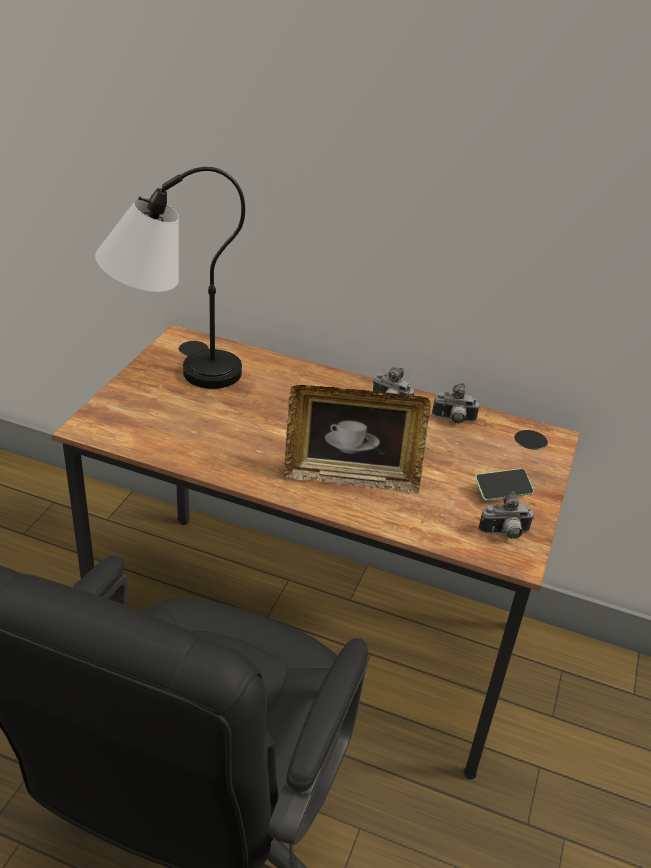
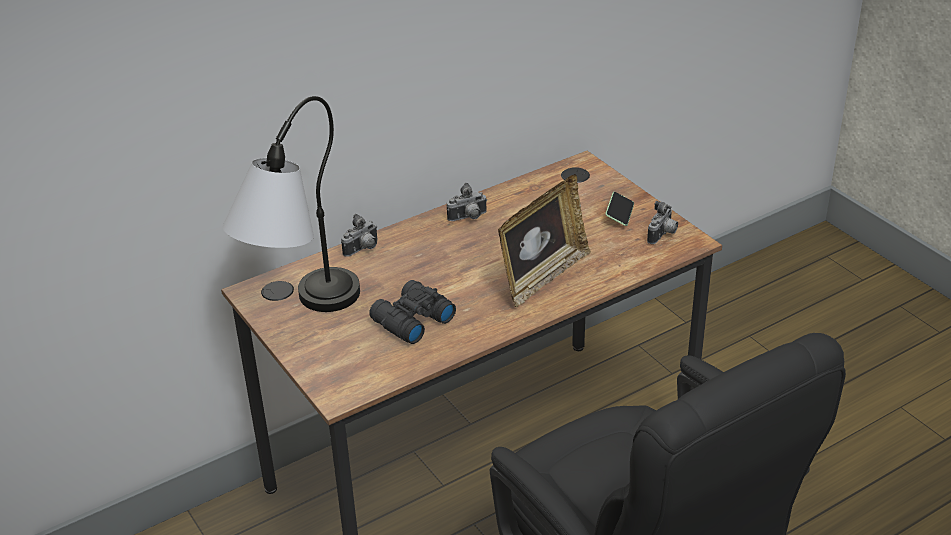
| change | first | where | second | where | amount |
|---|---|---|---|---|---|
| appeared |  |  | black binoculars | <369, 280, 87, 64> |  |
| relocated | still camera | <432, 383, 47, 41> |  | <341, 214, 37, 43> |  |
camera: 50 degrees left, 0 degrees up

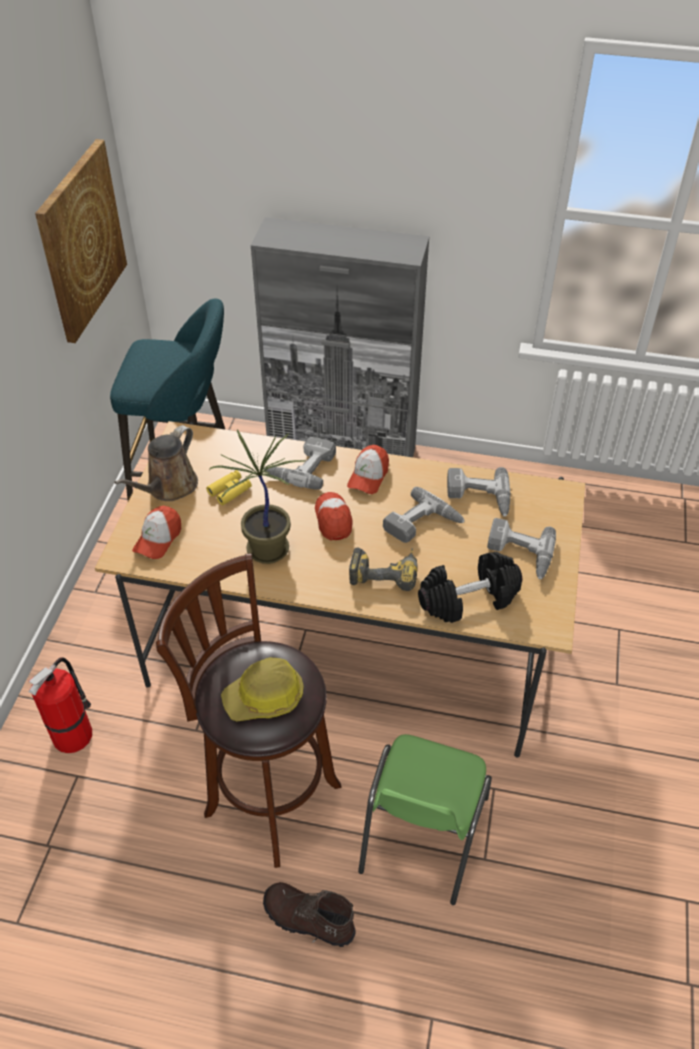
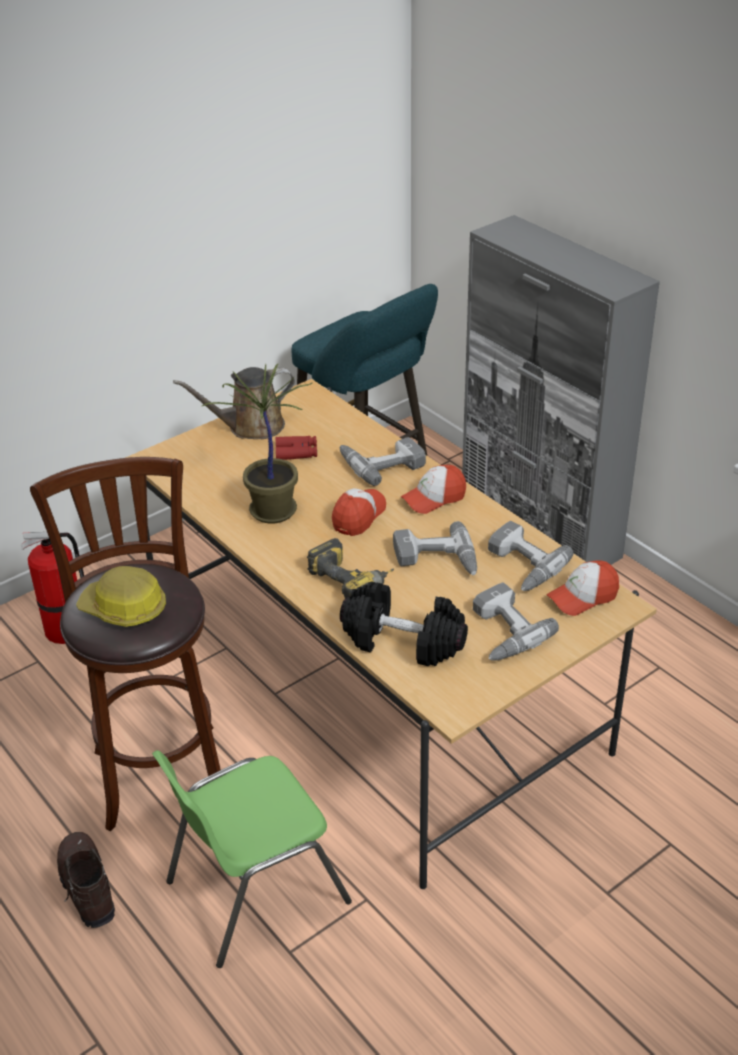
| change | first | where | second | where | amount |
|---|---|---|---|---|---|
| missing | wall picture | <35, 139, 92, 204> |  |  |  |
| relocated | peaked cap | <132, 506, 49, 53> |  | <546, 560, 73, 56> |  |
| colour | yellowish binoculars | <206, 470, 46, 35> | red-coloured binoculars | <276, 436, 41, 24> |  |
camera: 40 degrees right, 10 degrees down

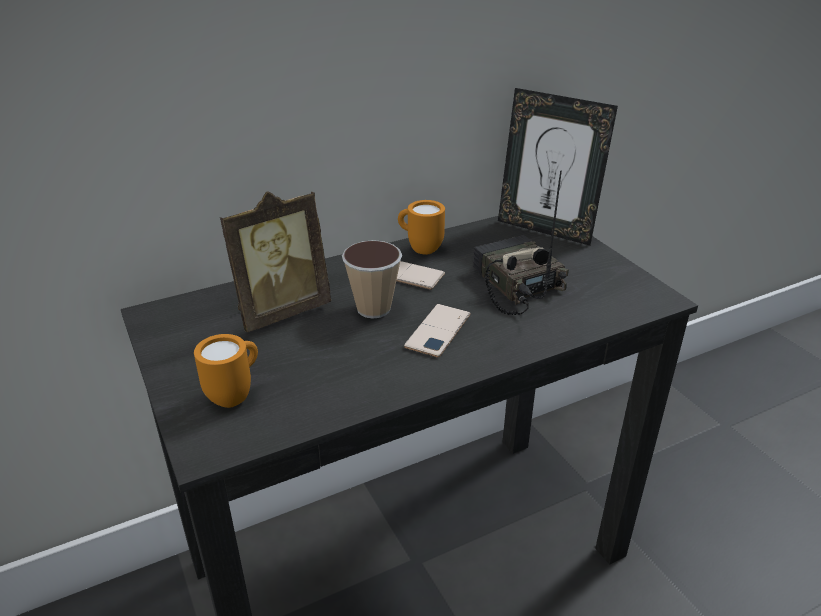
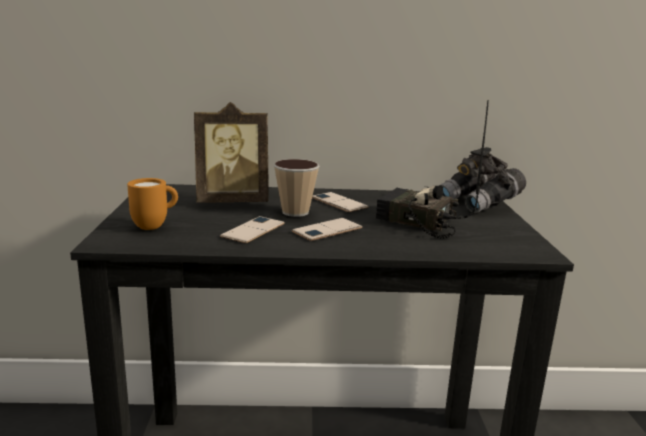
| change | first | where | second | where | amount |
|---|---|---|---|---|---|
| missing | orange-coloured mug | <398, 200, 47, 55> |  |  |  |
| appeared |  |  | handset | <220, 216, 65, 28> |  |
| exchanged | picture frame | <498, 88, 120, 157> | grey binoculars | <439, 147, 87, 66> |  |
| spun | radio set | <473, 170, 96, 145> |  | <376, 100, 113, 139> | 60 degrees counterclockwise |
camera: 25 degrees right, 15 degrees down

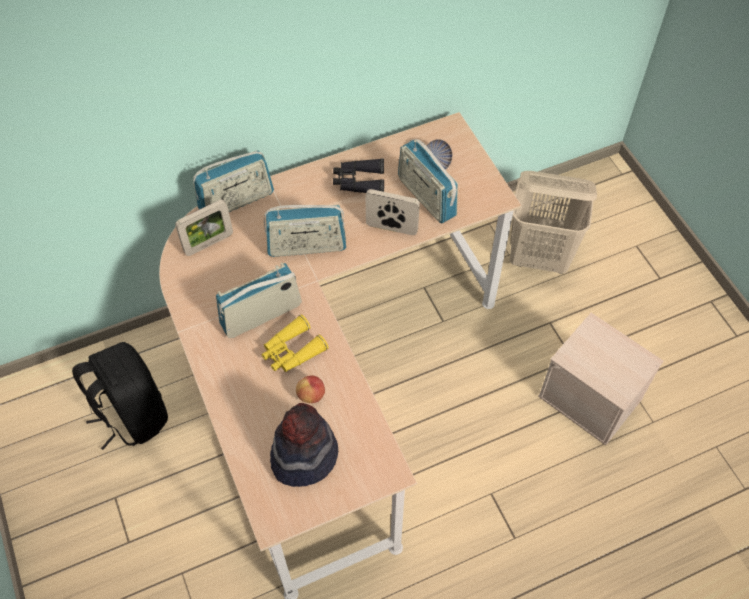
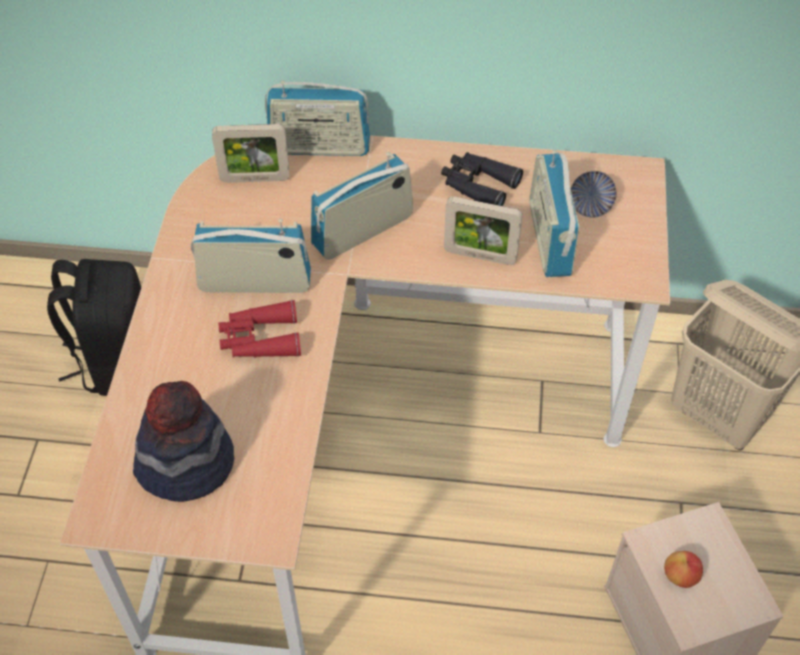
| change | first | where | second | where | amount |
|---|---|---|---|---|---|
| relocated | apple | <296, 375, 29, 28> |  | <664, 551, 39, 37> |  |
| colour | yellowish binoculars | <261, 315, 68, 57> | red-coloured binoculars | <218, 300, 83, 58> |  |
| spun | radio set | <264, 205, 82, 52> |  | <311, 152, 102, 108> | 120 degrees clockwise |
| spun | picture frame | <365, 189, 55, 46> |  | <444, 197, 79, 68> | 150 degrees clockwise |
camera: 30 degrees right, 5 degrees down

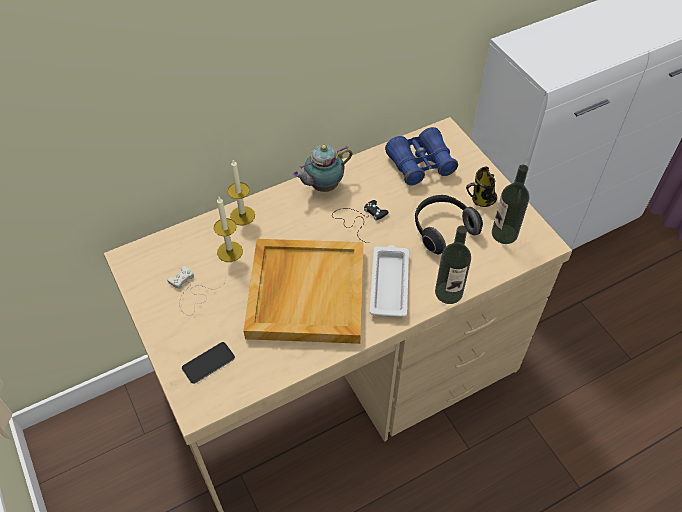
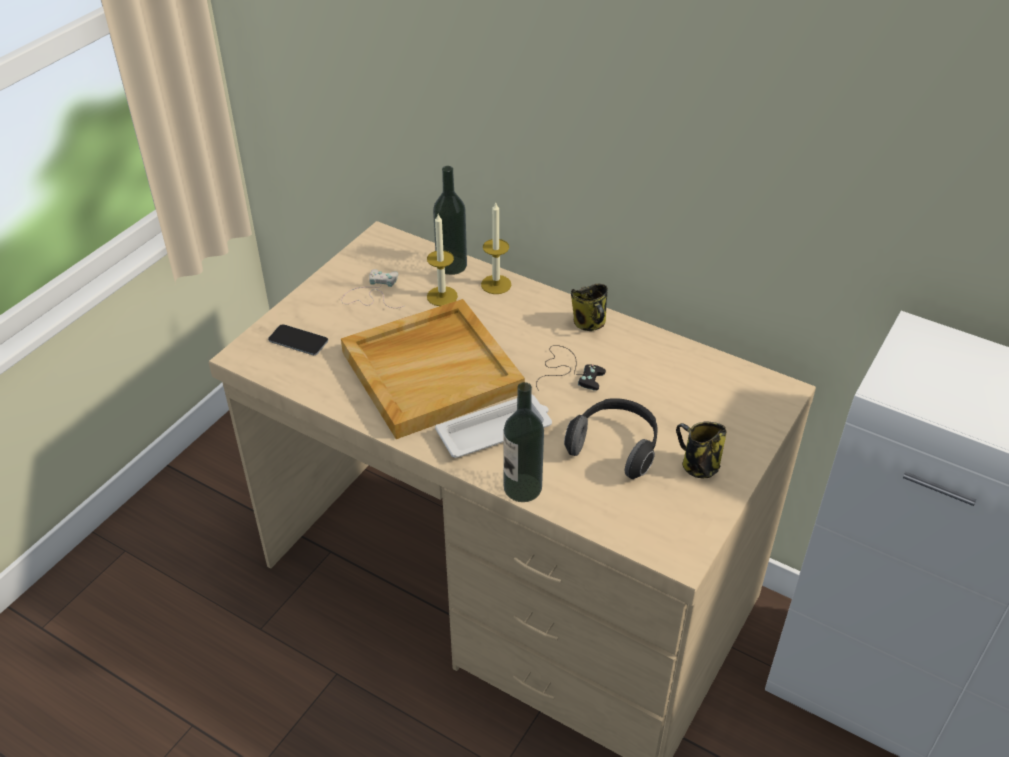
| change | first | where | second | where | amount |
|---|---|---|---|---|---|
| missing | bluish binoculars | <385, 127, 73, 59> |  |  |  |
| relocated | bottle | <492, 165, 37, 79> |  | <433, 166, 34, 109> |  |
| exchanged | teapot | <293, 145, 59, 47> | mug | <571, 283, 37, 48> |  |
camera: 60 degrees right, 10 degrees down

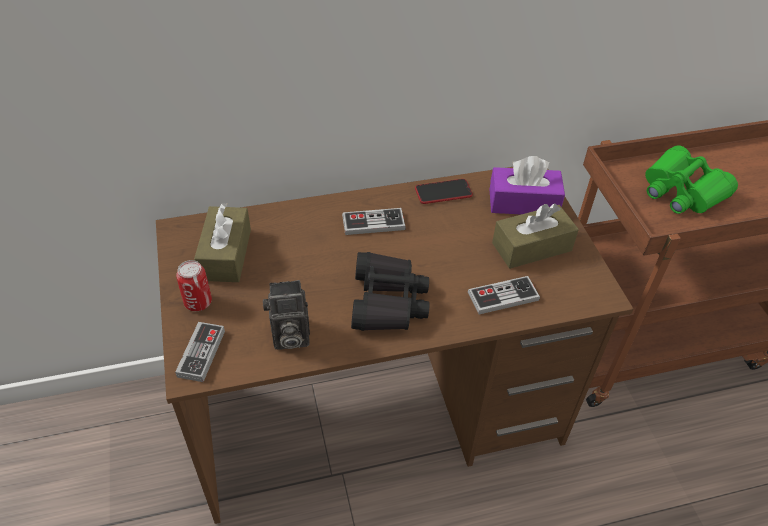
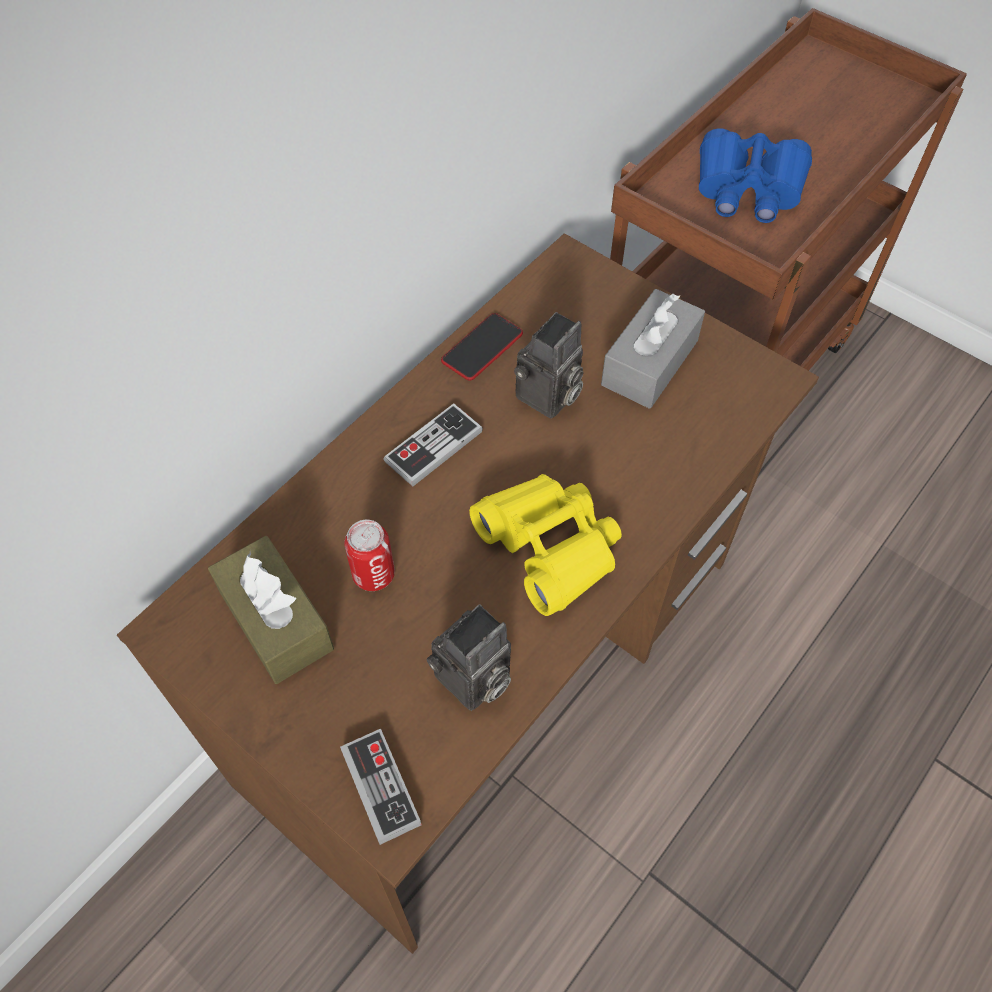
| change | first | where | second | where | amount |
|---|---|---|---|---|---|
| missing | game controller | <468, 276, 72, 38> |  |  |  |
| missing | purple-coloured tissue box | <489, 156, 76, 58> |  |  |  |
| appeared |  |  | still camera | <514, 312, 69, 107> |  |
| relocated | can | <176, 260, 36, 51> |  | <344, 520, 51, 71> |  |
| colour | black binoculars | <351, 252, 78, 79> | yellowish binoculars | <469, 474, 153, 142> |  |
| colour | brown-coloured tissue box | <492, 204, 87, 65> | grey tissue box | <601, 289, 104, 120> |  |
| colour | greenish binoculars | <645, 145, 93, 69> | bluish binoculars | <699, 128, 113, 95> |  |
camera: 35 degrees left, 10 degrees up

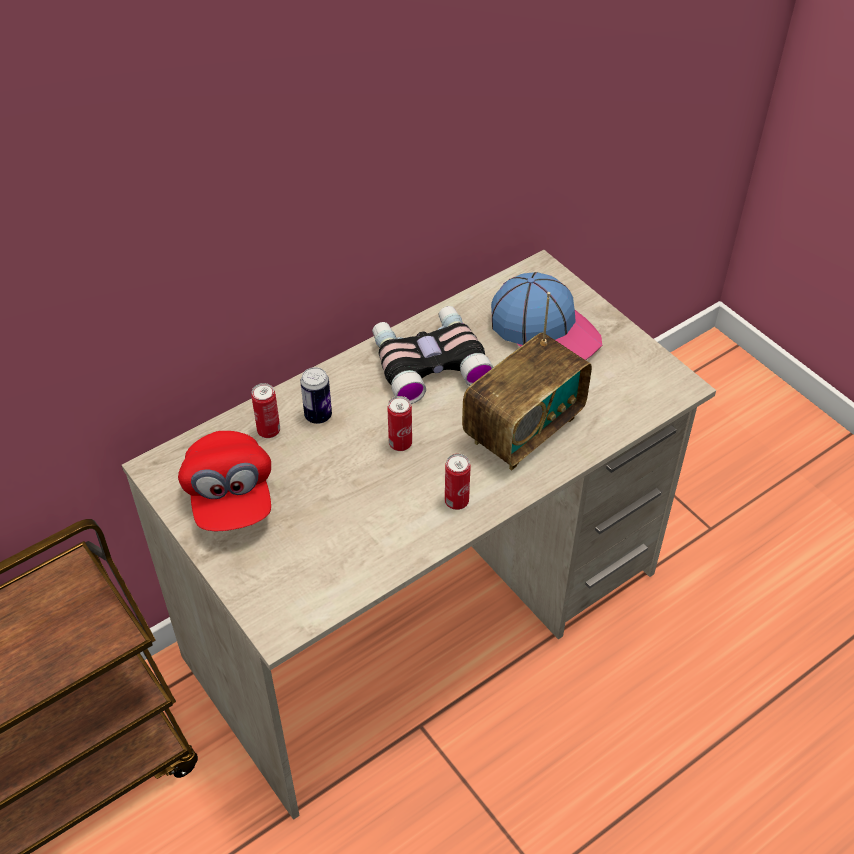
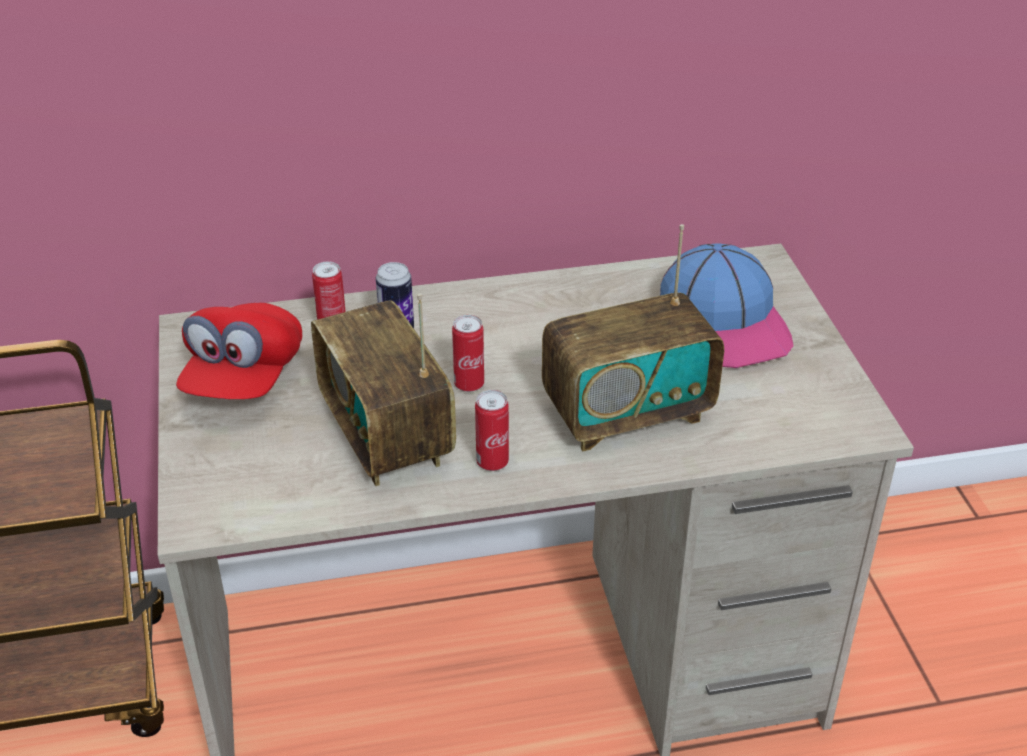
| change | first | where | second | where | amount |
|---|---|---|---|---|---|
| missing | binoculars | <372, 306, 122, 98> |  |  |  |
| appeared |  |  | radio set | <311, 293, 145, 193> |  |
camera: 25 degrees right, 10 degrees down

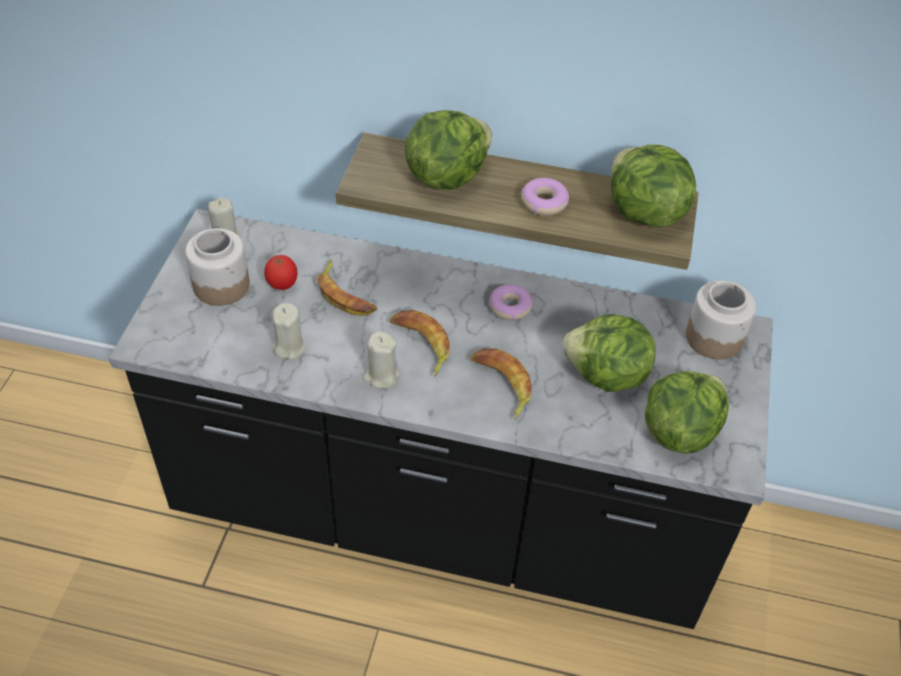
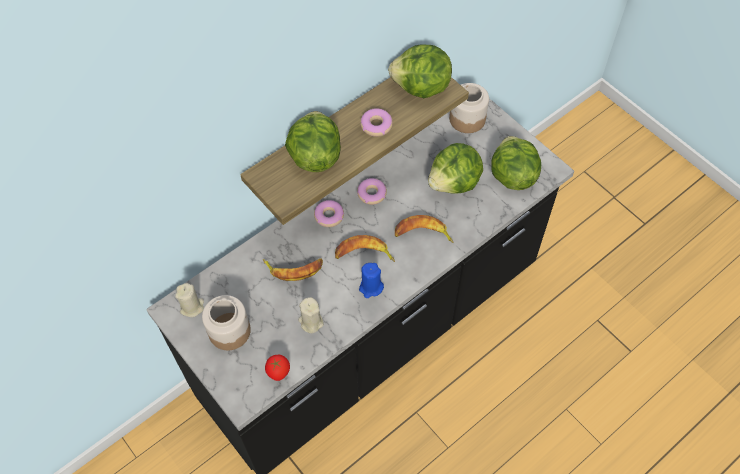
| change | first | where | second | where | amount |
|---|---|---|---|---|---|
| appeared |  |  | ring doughnut | <314, 200, 30, 27> |  |
| relocated | whole tomato | <264, 255, 33, 35> |  | <265, 355, 25, 26> |  |
| colour | sand-coloured candle | <363, 331, 37, 58> | bluish candle | <359, 263, 25, 35> |  |
camera: 50 degrees left, 10 degrees up

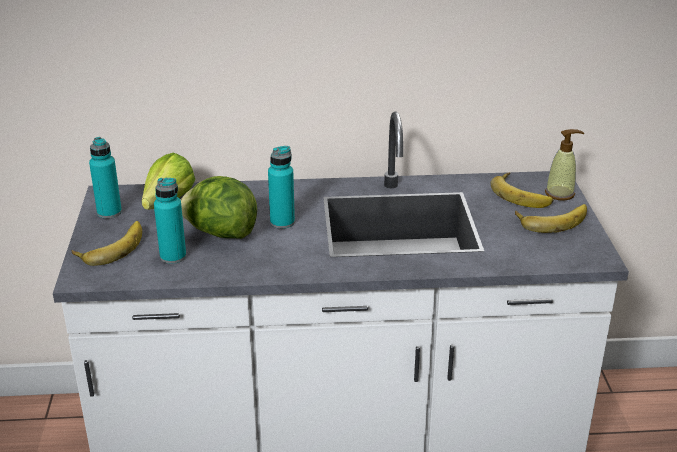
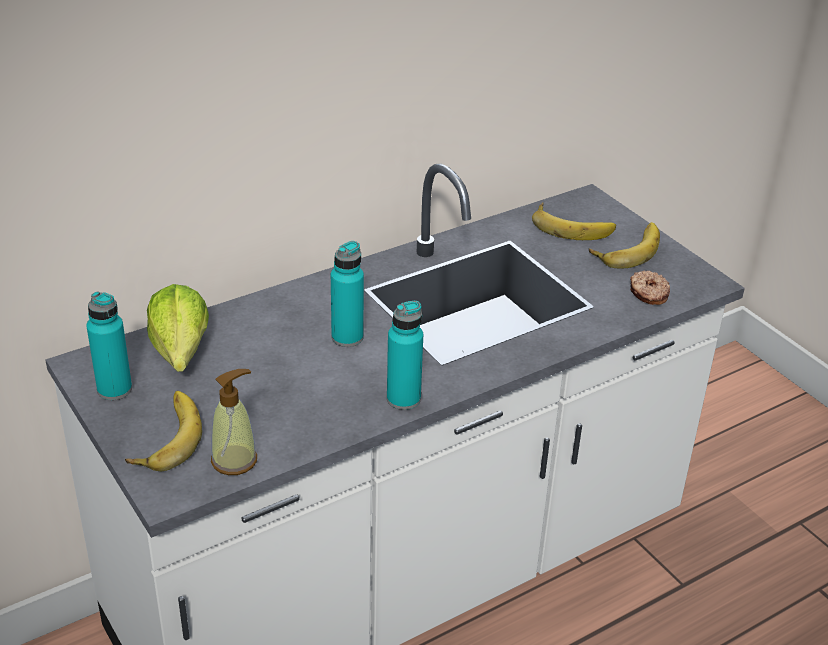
| change | first | where | second | where | amount |
|---|---|---|---|---|---|
| missing | head of lettuce | <181, 176, 76, 63> |  |  |  |
| appeared |  |  | ring doughnut | <630, 271, 40, 34> |  |
| relocated | turquoise-coloured bottle | <154, 178, 32, 86> |  | <387, 301, 36, 109> |  |
| relocated | soap dispenser | <545, 129, 39, 71> |  | <211, 369, 46, 106> |  |
camera: 30 degrees left, 5 degrees up

